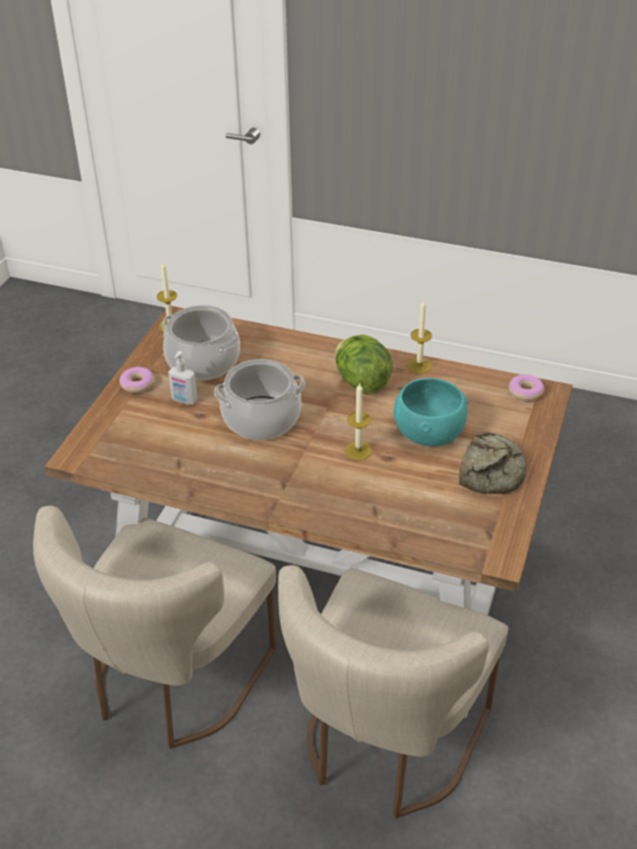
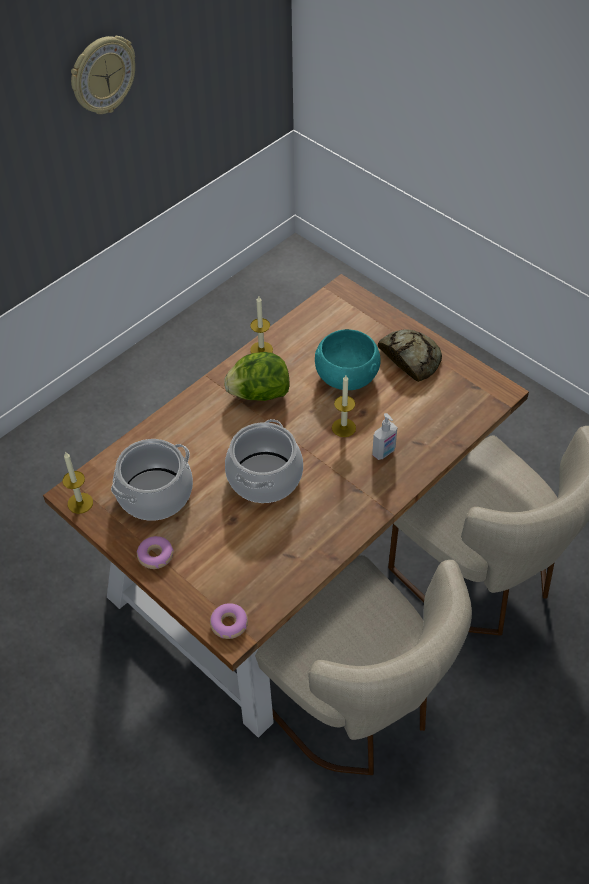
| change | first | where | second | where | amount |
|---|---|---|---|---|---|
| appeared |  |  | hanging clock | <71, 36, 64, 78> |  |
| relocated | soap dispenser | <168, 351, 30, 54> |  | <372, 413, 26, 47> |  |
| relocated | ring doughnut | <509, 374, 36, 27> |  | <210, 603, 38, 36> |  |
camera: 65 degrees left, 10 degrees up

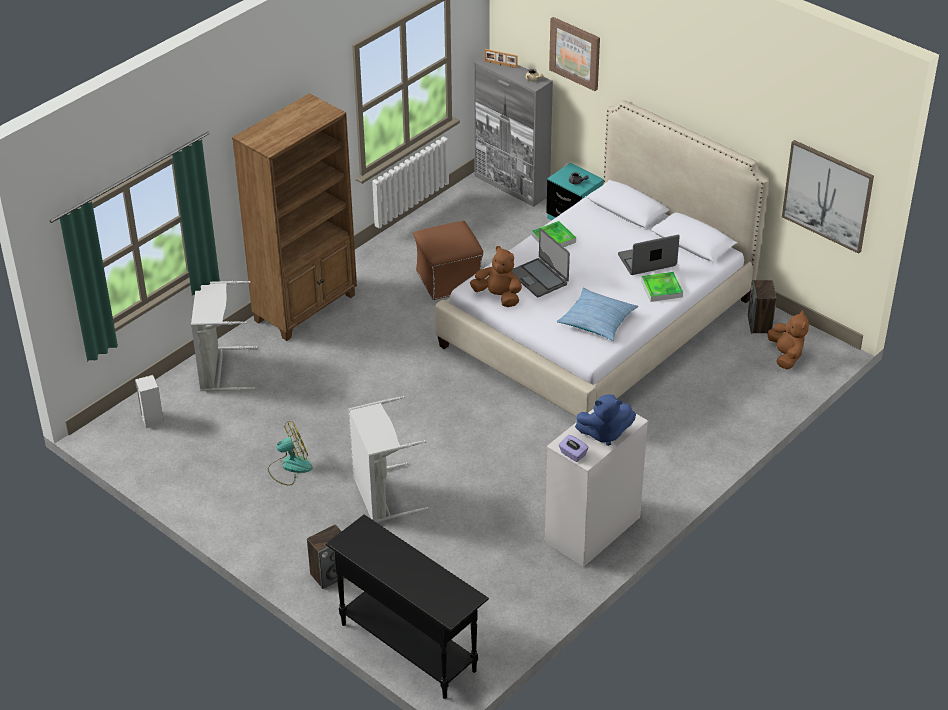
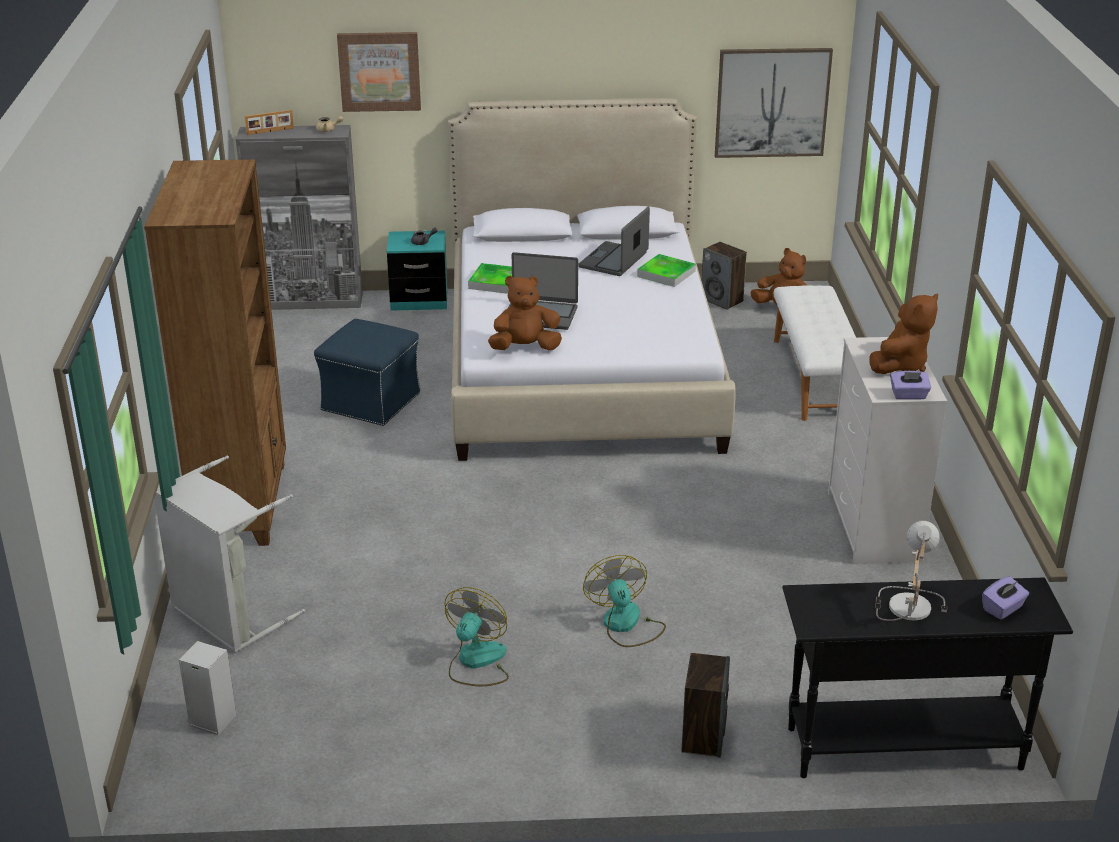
| change | first | where | second | where | amount |
|---|---|---|---|---|---|
| missing | pillow | <557, 288, 81, 53> |  |  |  |
| appeared |  |  | white bench | <774, 285, 82, 136> |  |
| appeared |  |  | table lamp | <875, 521, 72, 100> |  |
| appeared |  |  | purple-coloured tissue box | <982, 576, 47, 44> |  |
| exchanged | grey hamper | <348, 396, 80, 127> | fan | <583, 555, 83, 92> |  |
| colour | brown-coloured ottoman | <413, 221, 70, 79> | bluish ottoman | <314, 319, 107, 107> |  |
| colour | bluish soft toy | <575, 394, 61, 52> | brown-coloured soft toy | <869, 294, 69, 80> |  |
camera: 45 degrees left, 10 degrees down

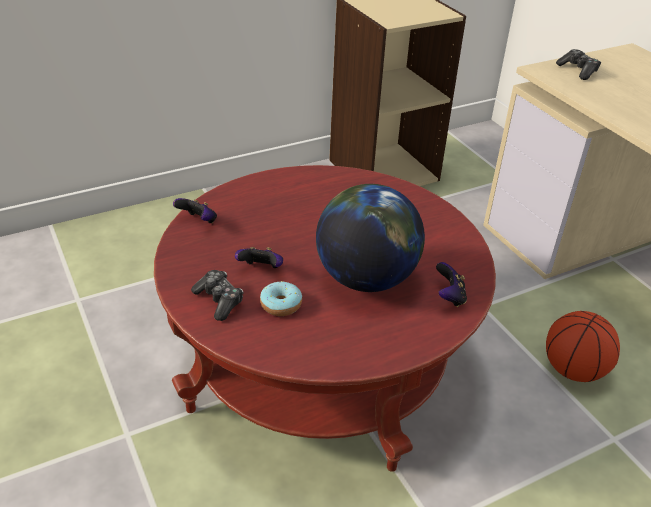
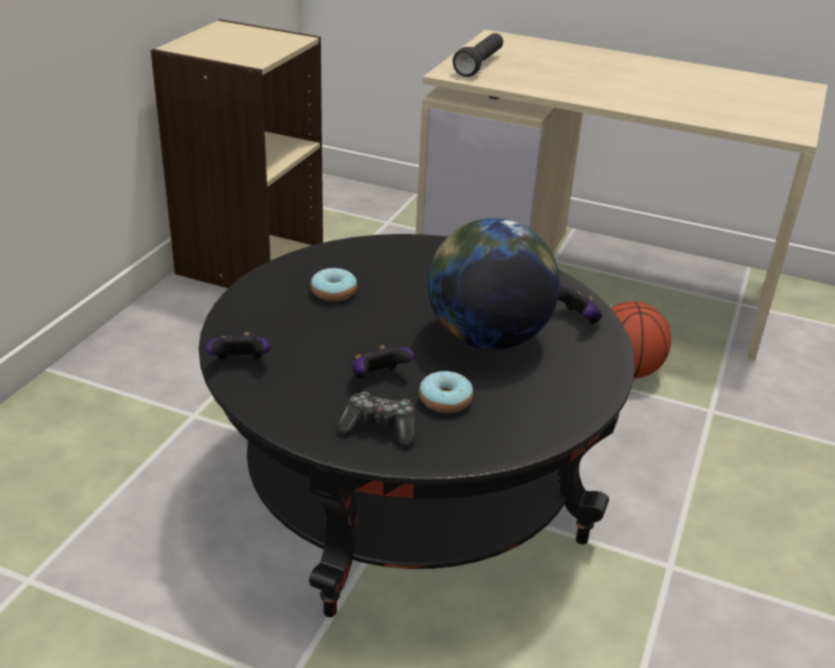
| change | first | where | second | where | amount |
|---|---|---|---|---|---|
| appeared |  |  | ring doughnut | <311, 268, 46, 34> |  |
| exchanged | game controller | <556, 49, 45, 31> | black flashlight | <453, 33, 50, 44> |  |
| colour | red-coloured low table | <154, 165, 342, 307> | black low table | <199, 234, 436, 383> |  |
camera: 40 degrees left, 5 degrees down

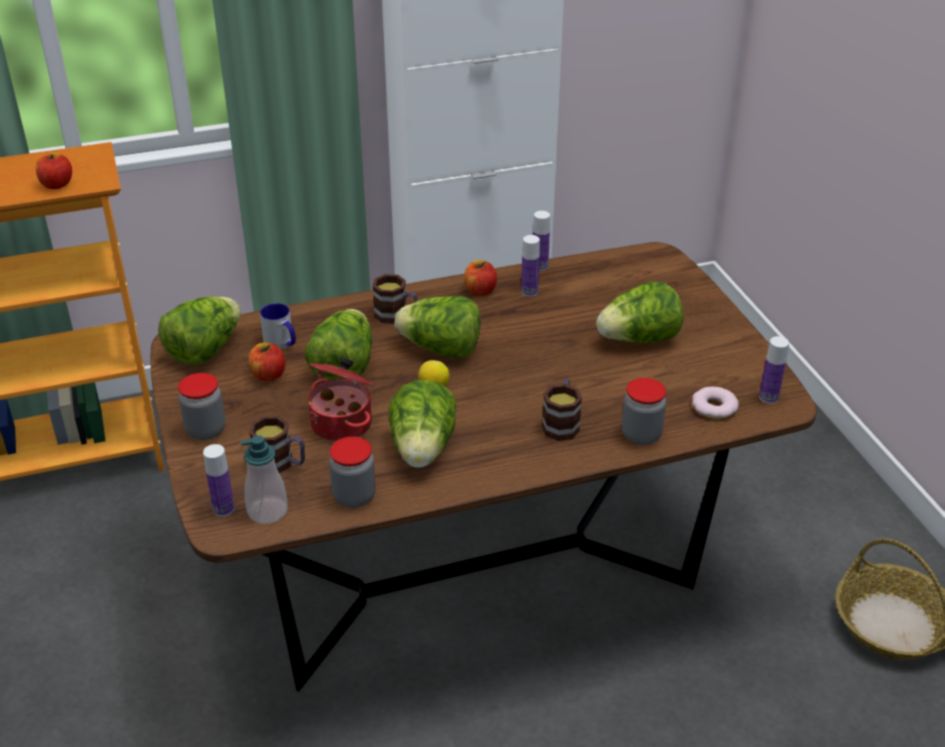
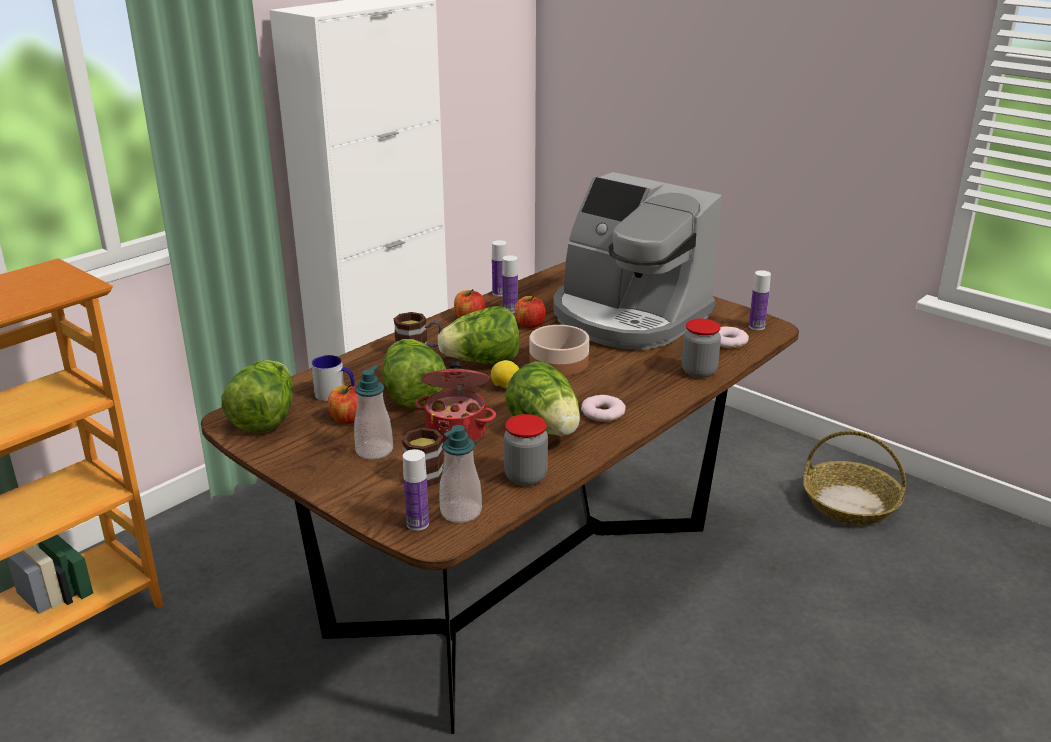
| change | first | where | second | where | amount |
|---|---|---|---|---|---|
| missing | storage jar | <178, 373, 47, 67> |  |  |  |
| missing | mug | <542, 379, 40, 62> |  |  |  |
| appeared |  |  | soap dispenser | <354, 365, 39, 94> |  |
| appeared |  |  | bowl | <529, 325, 60, 51> |  |
| appeared |  |  | ring doughnut | <581, 395, 45, 27> |  |
| relocated | apple | <36, 153, 36, 36> |  | <515, 296, 31, 32> |  |
| exchanged | head of lettuce | <596, 281, 88, 62> | coffee machine | <553, 172, 168, 178> |  |
camera: 30 degrees left, 10 degrees down

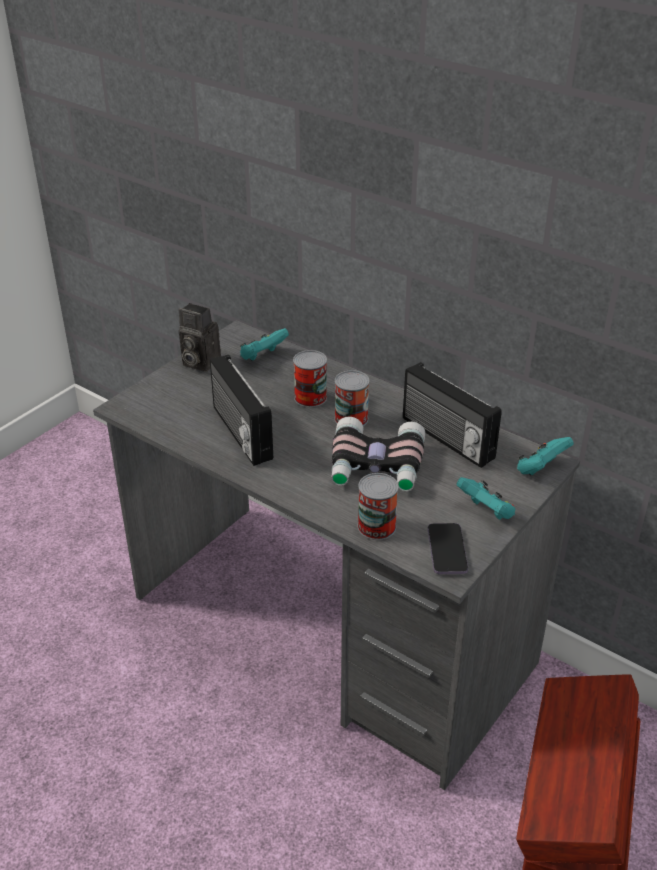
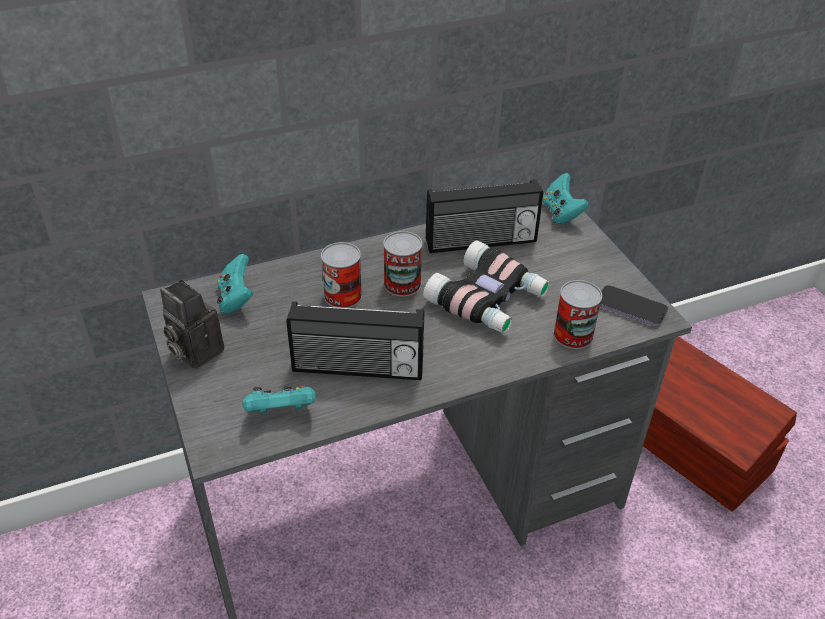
| change | first | where | second | where | amount |
|---|---|---|---|---|---|
| relocated | turquoise-coloured game controller | <456, 477, 59, 43> |  | <242, 386, 74, 28> |  |
| spun | still camera | <179, 303, 42, 69> |  | <160, 280, 64, 89> | 75 degrees clockwise |
camera: 60 degrees left, 5 degrees up

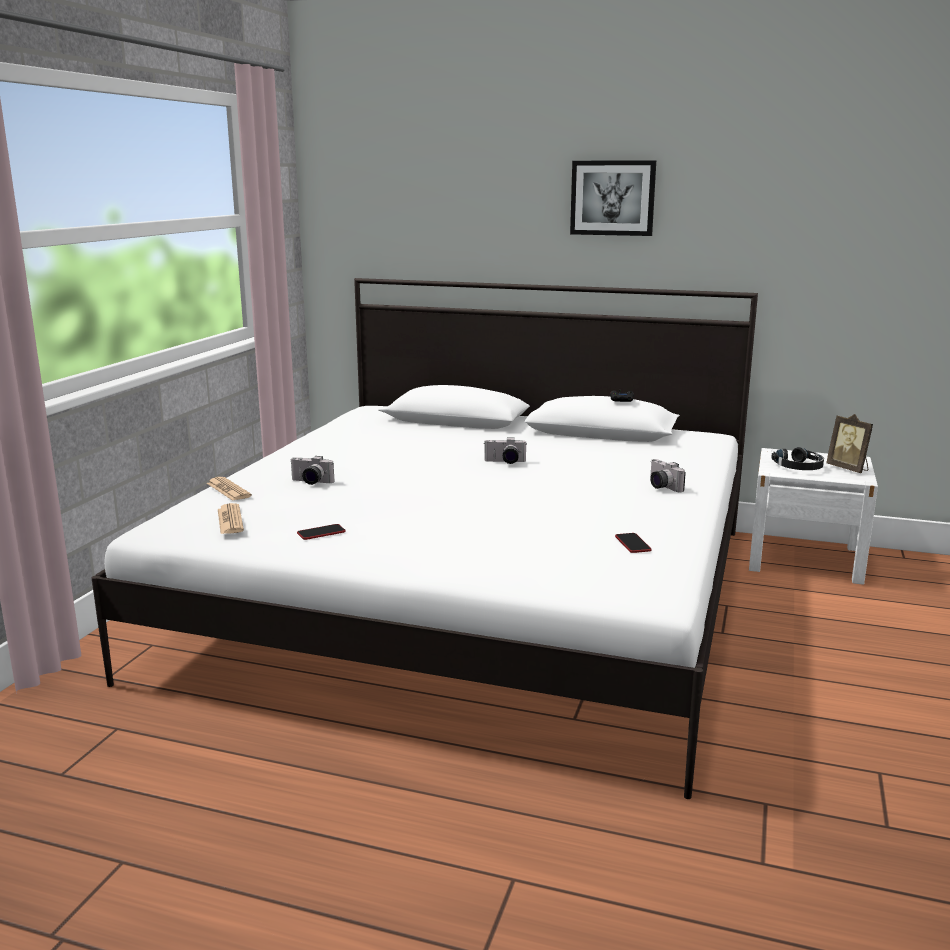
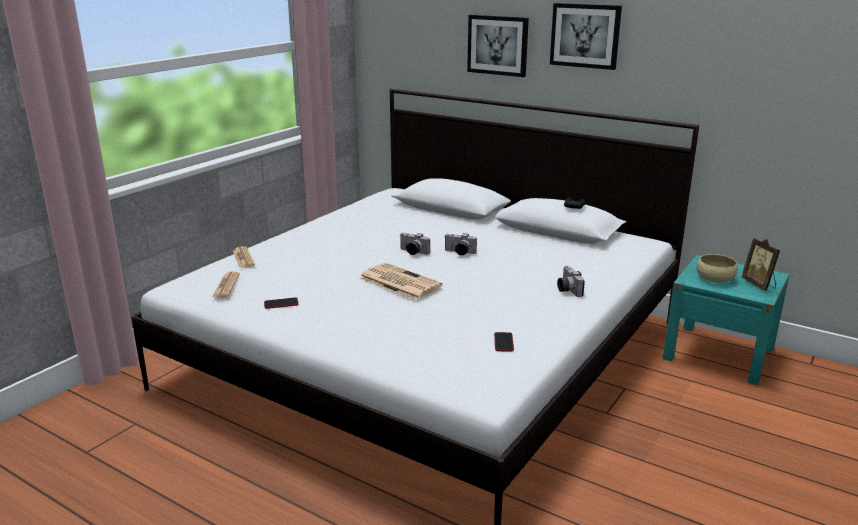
| change | first | where | second | where | amount |
|---|---|---|---|---|---|
| appeared |  |  | newspaper | <359, 263, 83, 37> |  |
| appeared |  |  | wall picture | <467, 15, 62, 62> |  |
| relocated | still camera | <291, 456, 43, 29> |  | <400, 233, 30, 22> |  |
| exchanged | black pair of headphones | <771, 447, 53, 23> | sand-coloured bowl | <696, 254, 42, 29> |  |
| colour | white nightstand | <749, 448, 129, 137> | turquoise-coloured nightstand | <663, 255, 126, 130> |  |
camera: 15 degrees right, 5 degrees up

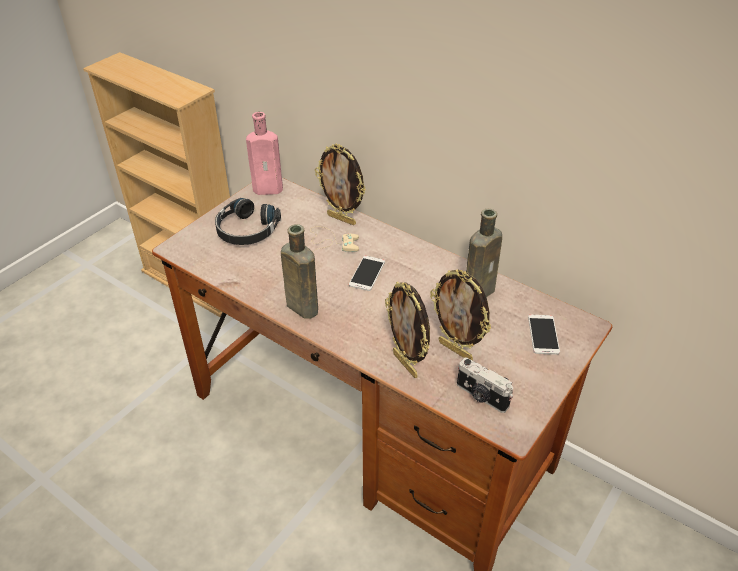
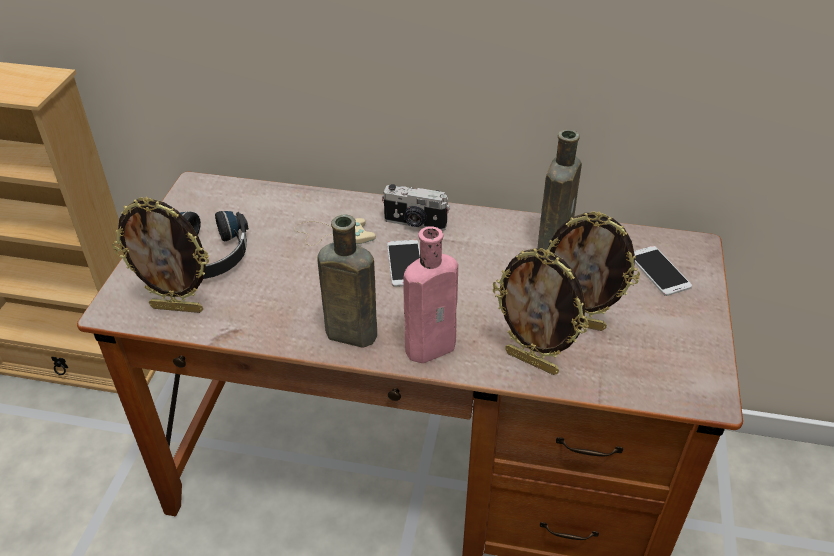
| change | first | where | second | where | amount |
|---|---|---|---|---|---|
| relocated | pink bottle | <246, 112, 37, 83> |  | <403, 226, 55, 137> |  |
| relocated | picture frame | <315, 144, 51, 81> |  | <112, 197, 97, 116> |  |
| relocated | still camera | <457, 357, 56, 56> |  | <382, 184, 68, 47> |  |
camera: 25 degrees left, 0 degrees up

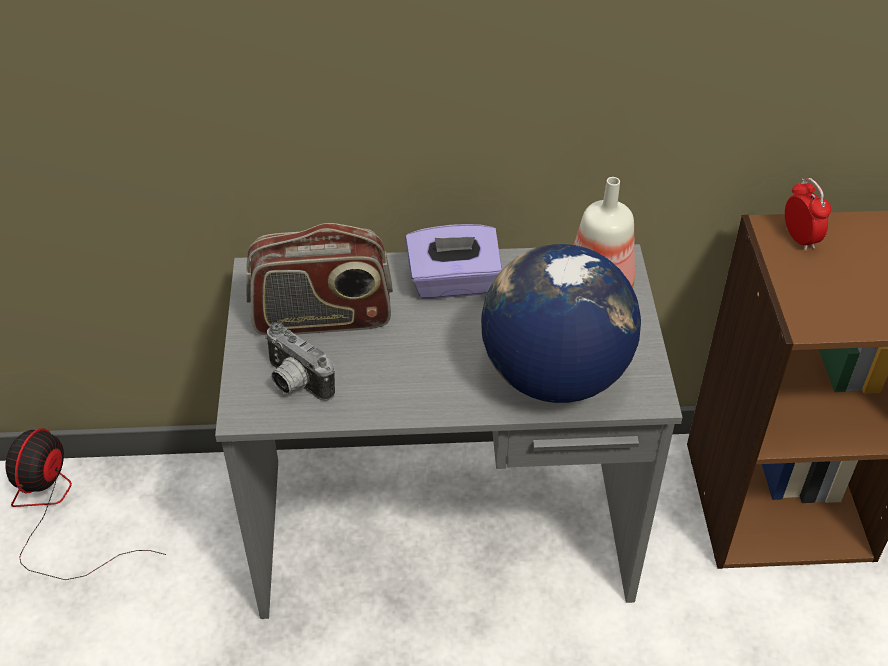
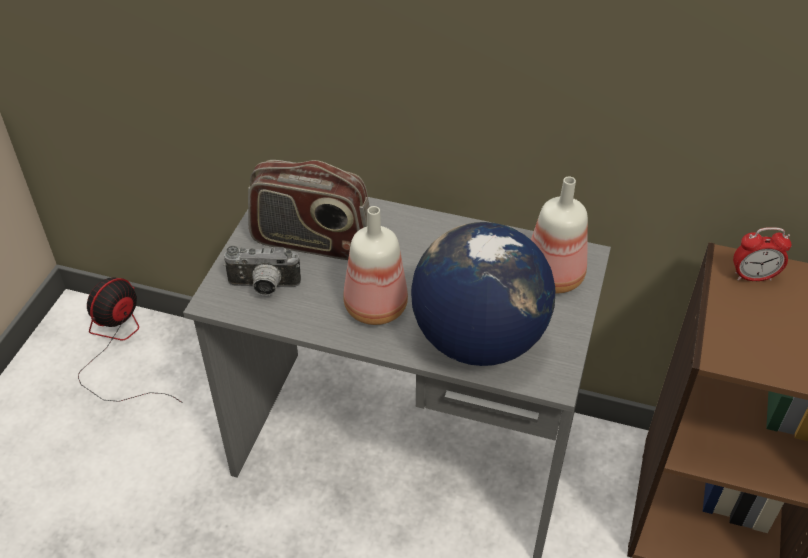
| change | first | where | second | where | amount |
|---|---|---|---|---|---|
| missing | purple-coloured tissue box | <405, 224, 97, 75> |  |  |  |
| appeared |  |  | bottle | <343, 206, 65, 119> |  |
| spun | still camera | <265, 322, 70, 79> |  | <223, 246, 78, 50> | 60 degrees counterclockwise |
| spun | bedside clock | <785, 178, 46, 73> |  | <733, 227, 59, 54> | 90 degrees clockwise |
camera: 20 degrees right, 0 degrees up

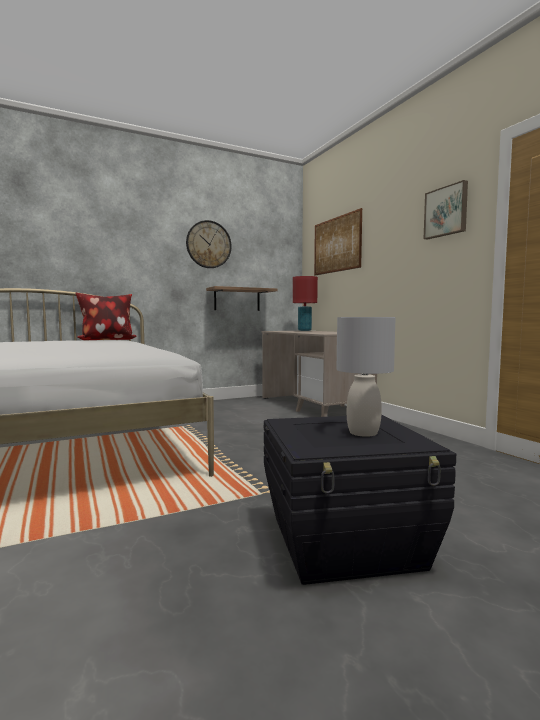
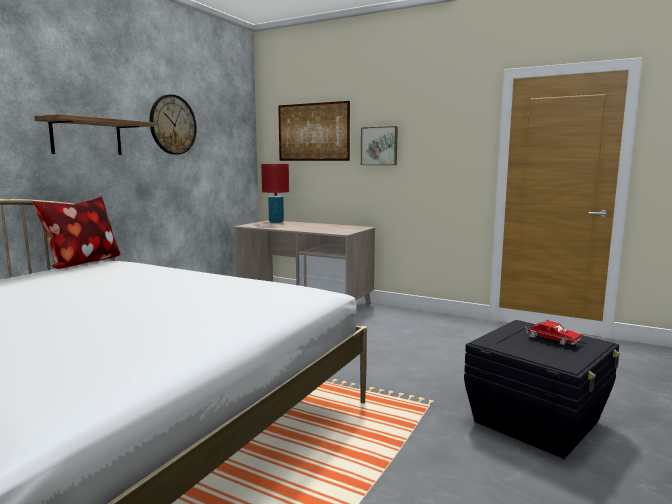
| change | first | where | second | where | amount |
|---|---|---|---|---|---|
| relocated | shelf | <206, 286, 71, 25> |  | <34, 114, 120, 41> |  |
| relocated | wall picture | <424, 180, 44, 60> |  | <361, 126, 37, 39> |  |
| exchanged | grey table lamp | <337, 317, 59, 120> | model truck | <525, 319, 56, 26> |  |
camera: 35 degrees left, 5 degrees up

